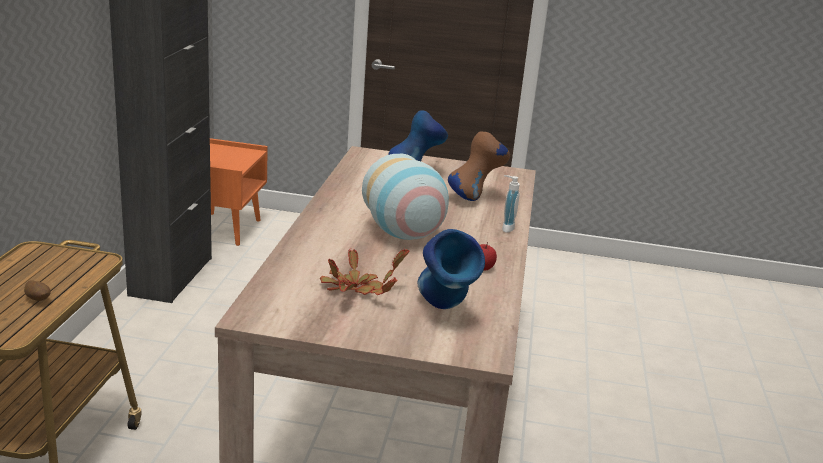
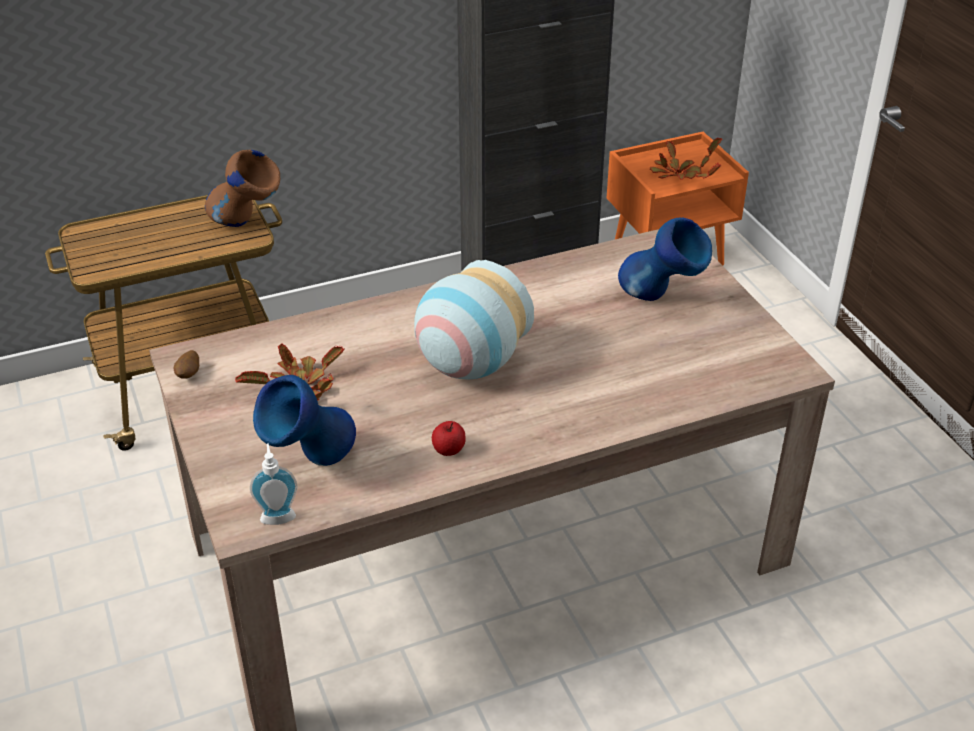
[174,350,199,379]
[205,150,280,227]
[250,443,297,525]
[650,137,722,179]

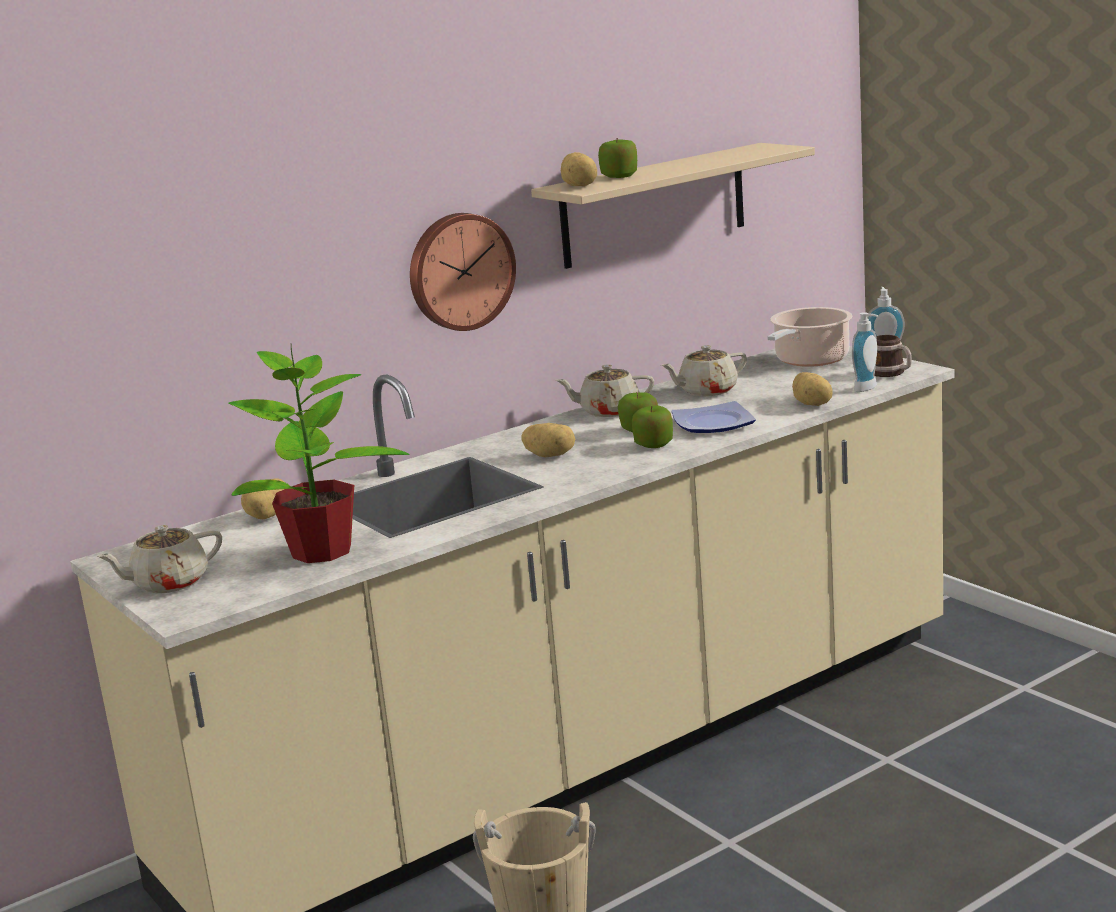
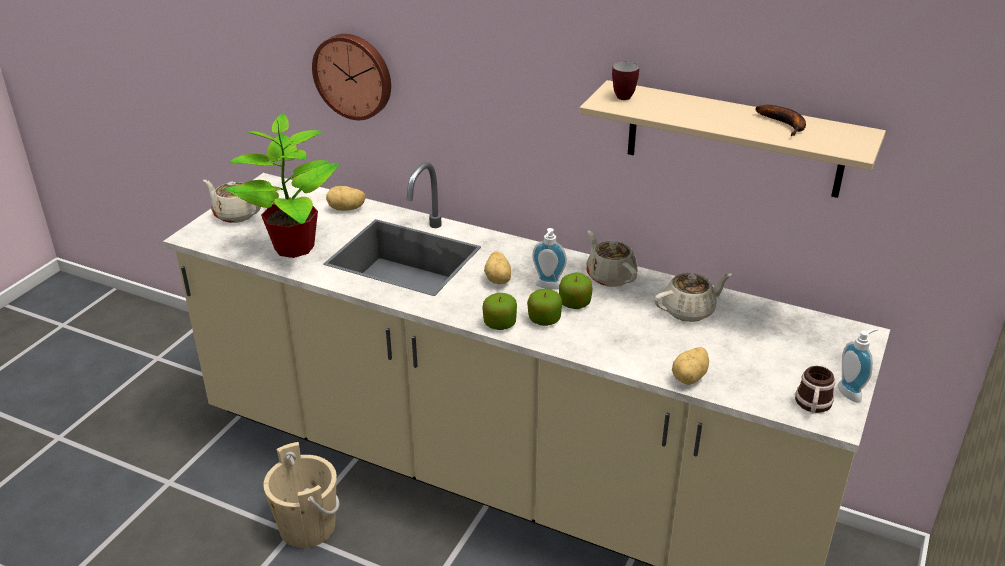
[312,34,391,120]
[482,293,517,330]
[532,228,567,290]
[612,62,639,100]
[654,273,732,322]
[755,105,806,136]
[672,401,756,433] (first image)
[767,307,852,367] (first image)

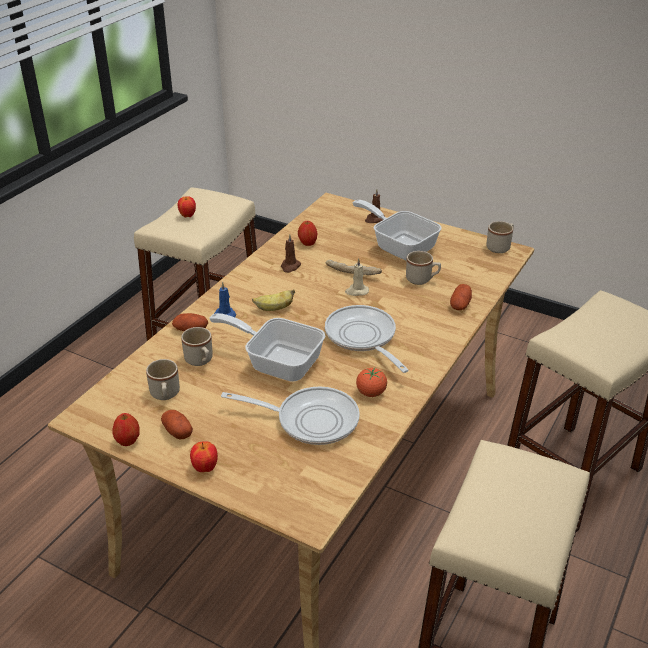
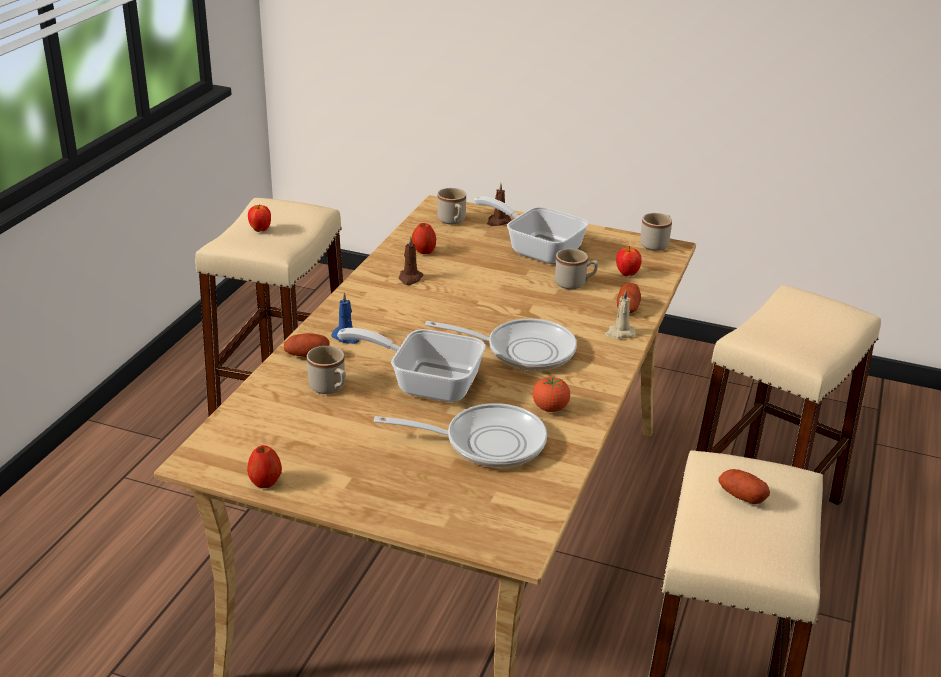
[425,319,577,371]
[437,188,466,224]
[605,290,636,338]
[616,246,642,276]
[718,469,770,504]
[252,290,295,311] (first image)
[326,260,382,275] (first image)

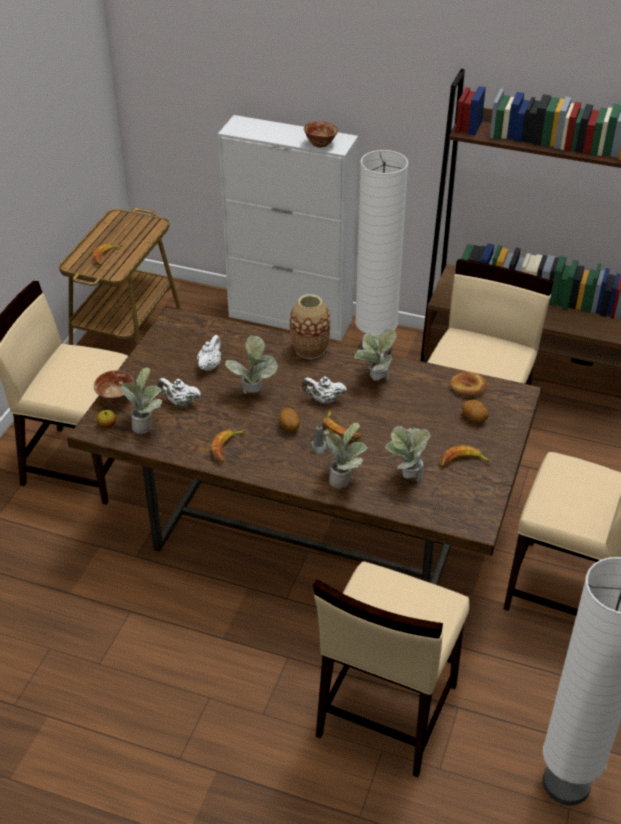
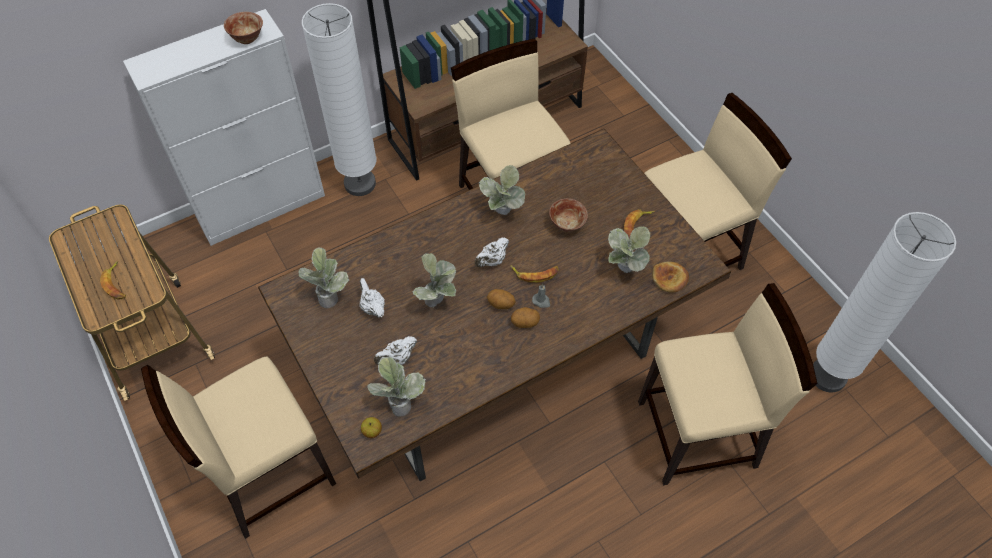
[298,247,349,308]
[511,307,540,328]
[549,198,588,232]
[638,283,817,485]
[652,262,689,293]
[212,430,246,462] (first image)
[290,294,330,359] (first image)

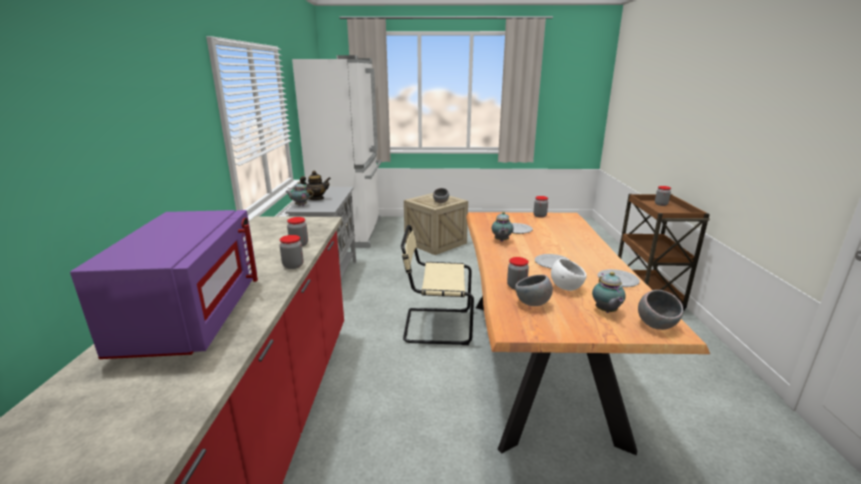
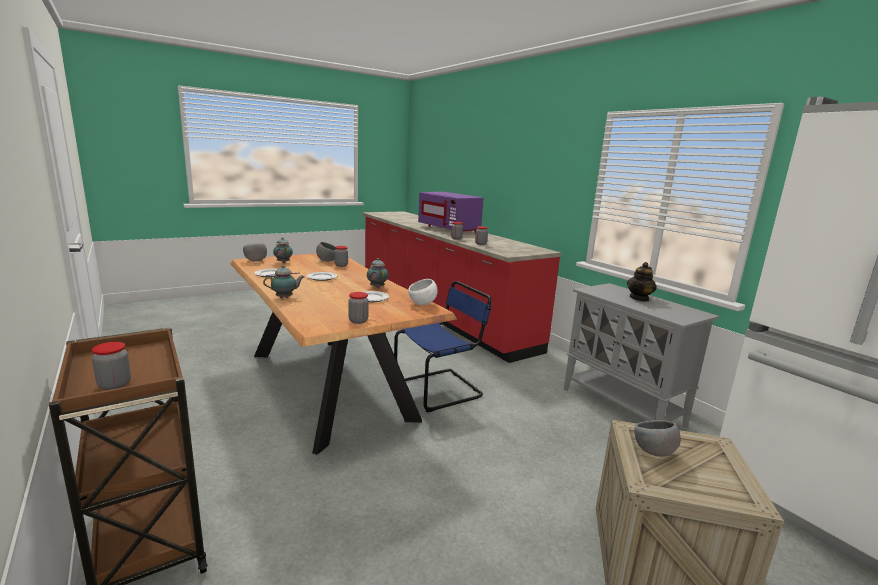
[263,265,304,298]
[394,281,491,413]
[408,279,438,305]

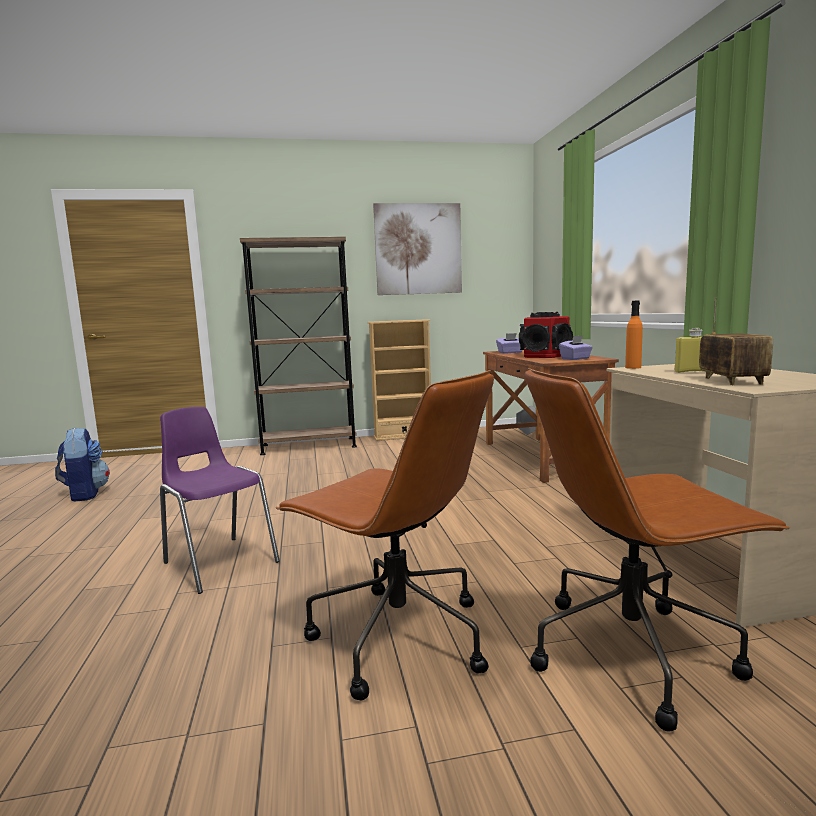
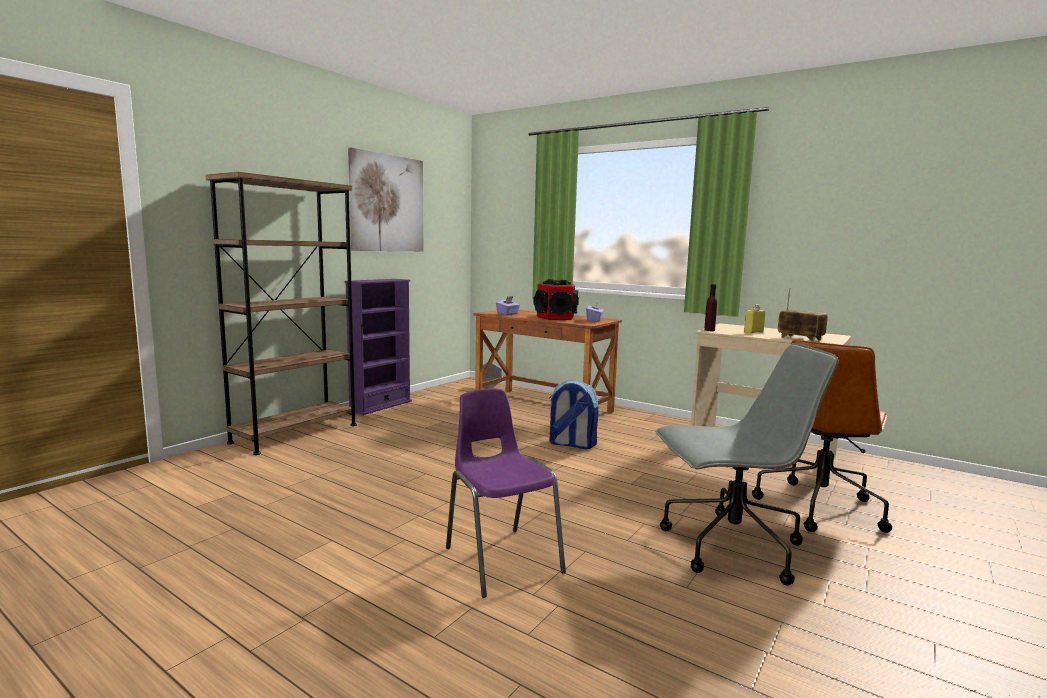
[344,279,412,415]
[446,389,566,598]
[549,380,599,449]
[655,343,839,586]
[704,284,717,331]

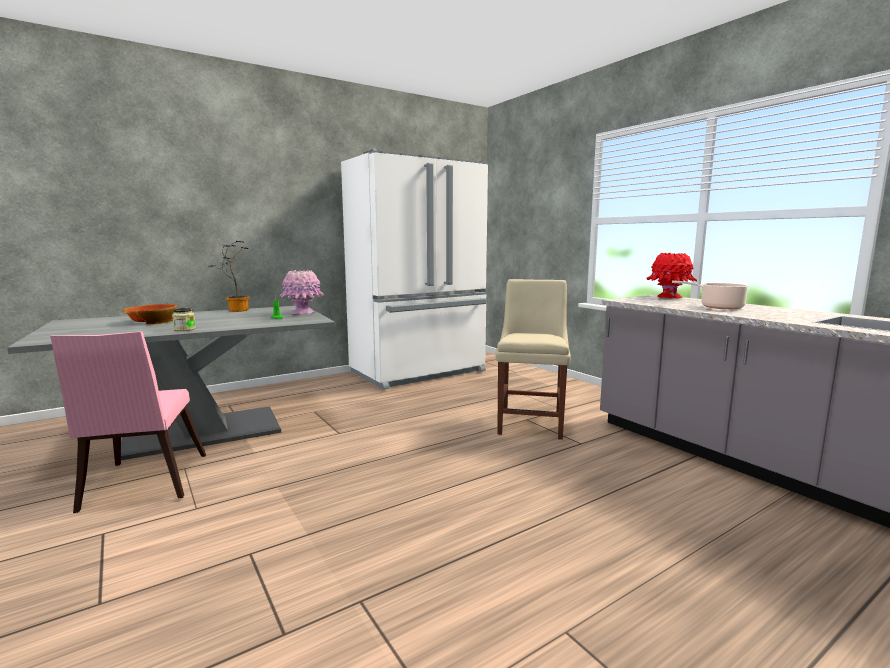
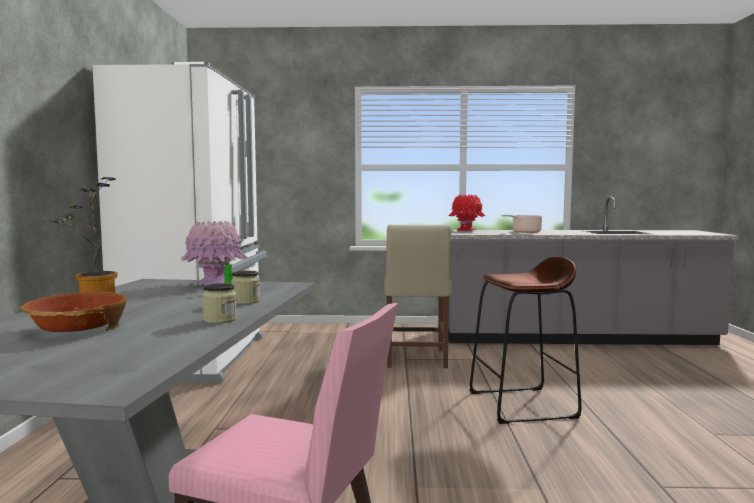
[231,271,260,304]
[384,225,451,368]
[470,257,582,424]

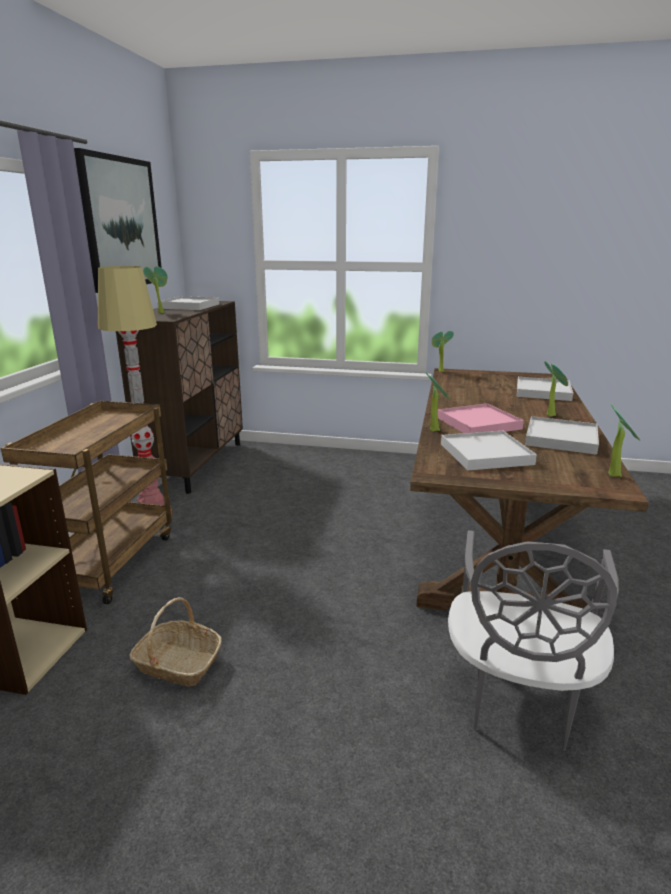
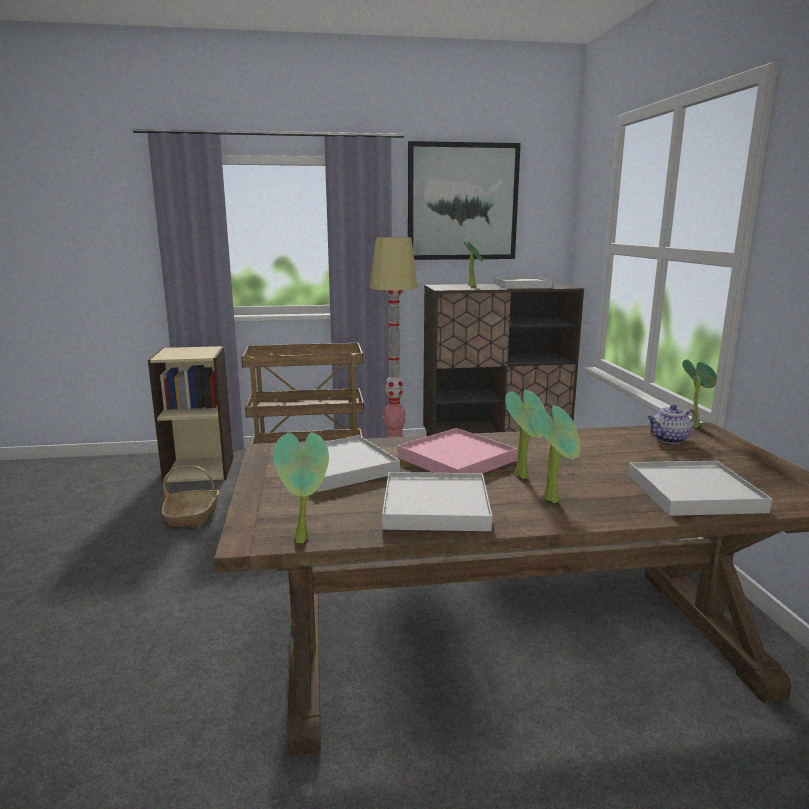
[505,389,545,479]
[648,405,697,444]
[448,530,619,751] (first image)

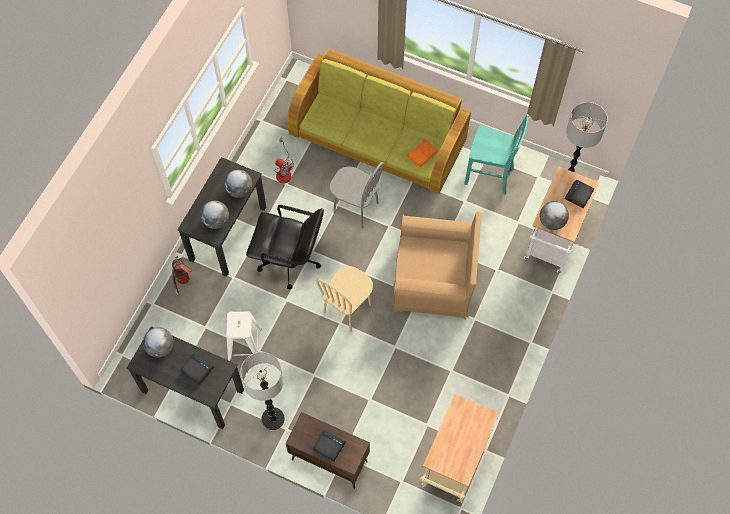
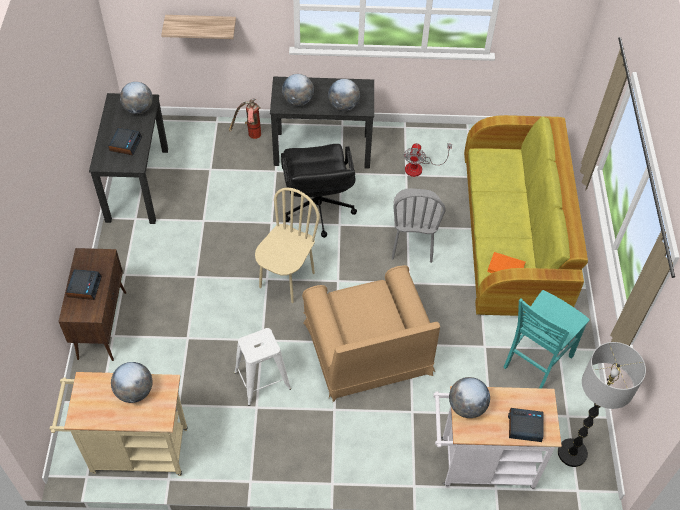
[111,362,153,403]
[161,15,236,39]
[234,328,291,406]
[255,188,320,303]
[504,290,590,388]
[240,352,285,430] (first image)

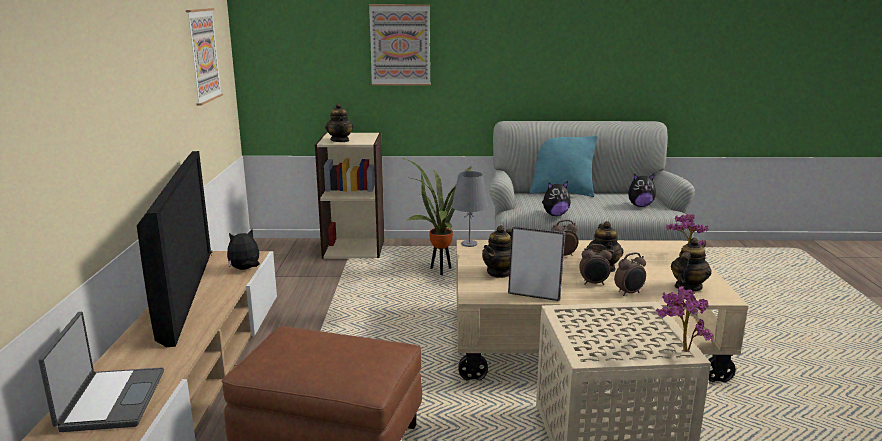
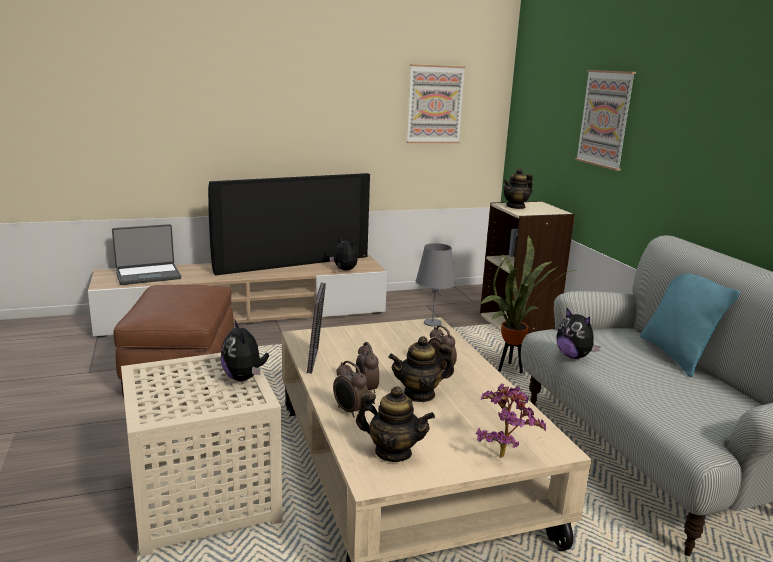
[221,319,269,381]
[482,226,512,278] (first image)
[656,286,714,352] (first image)

